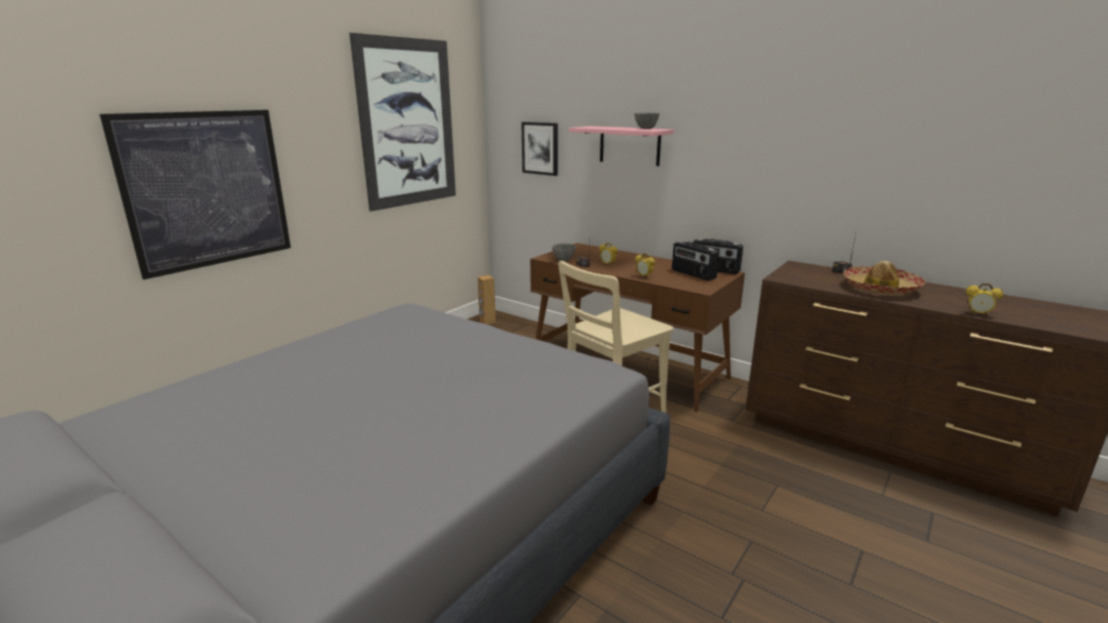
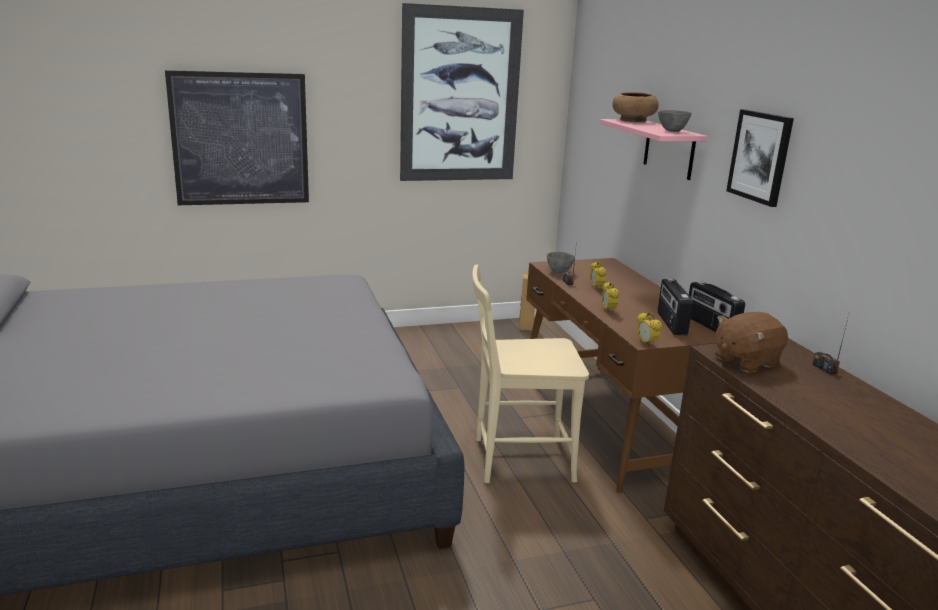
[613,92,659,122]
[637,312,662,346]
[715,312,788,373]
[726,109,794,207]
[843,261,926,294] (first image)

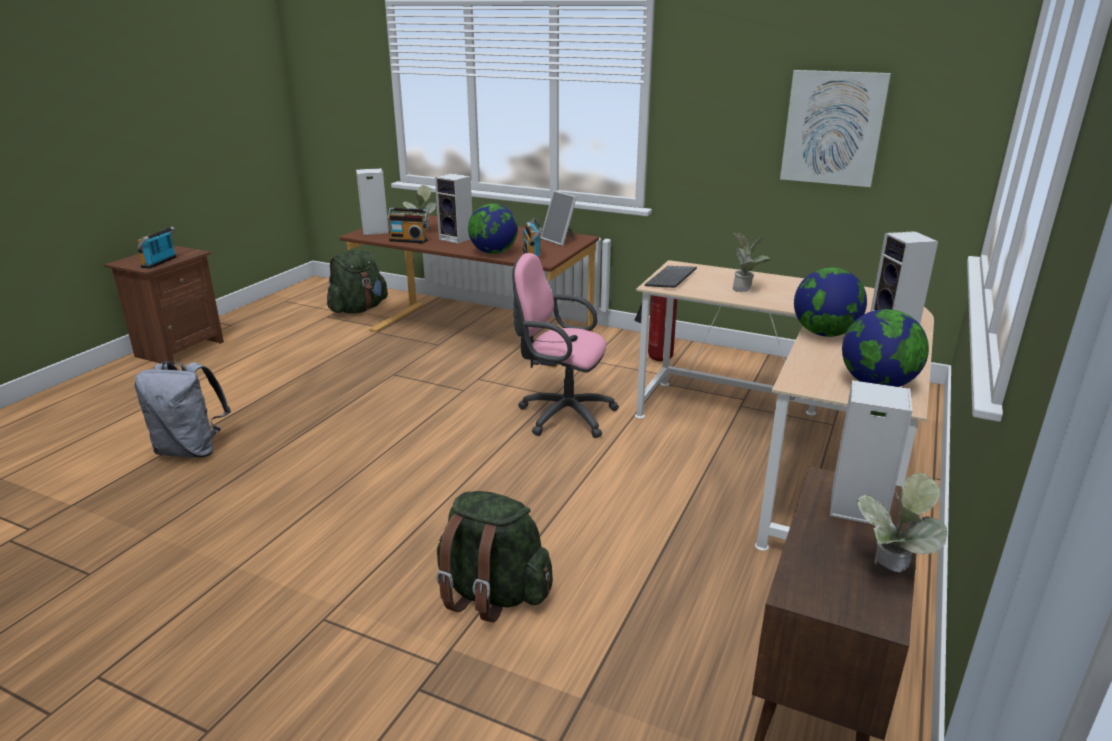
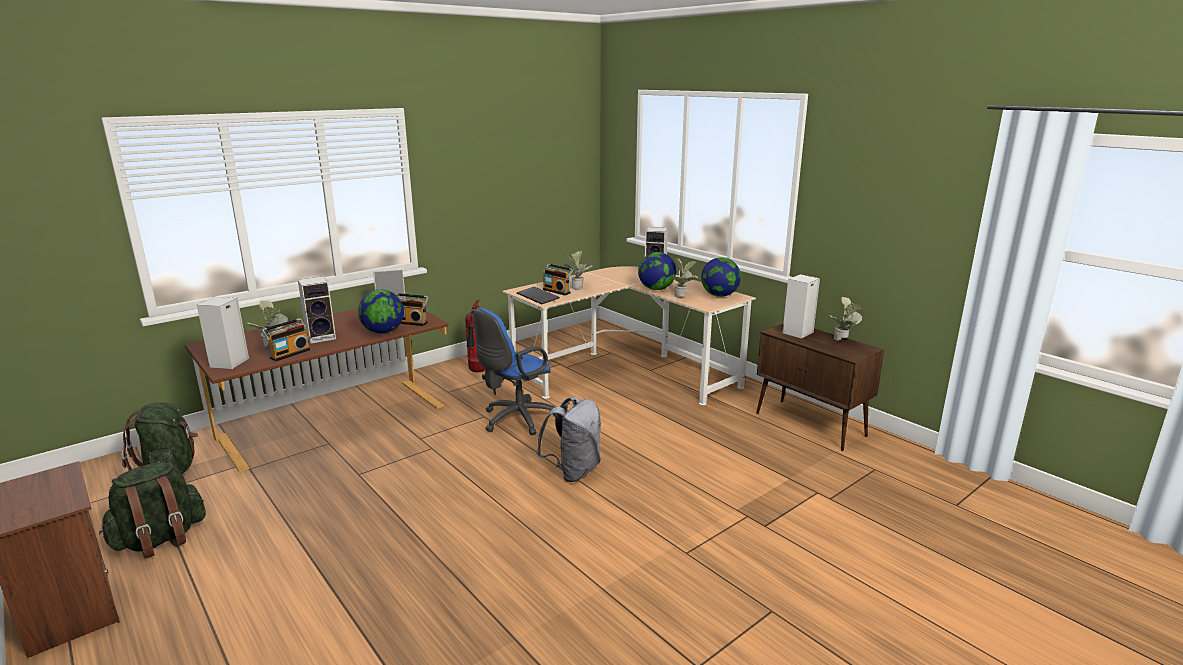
[99,462,206,559]
[473,308,556,435]
[536,397,601,482]
[543,263,573,295]
[673,258,698,297]
[780,70,891,187] (first image)

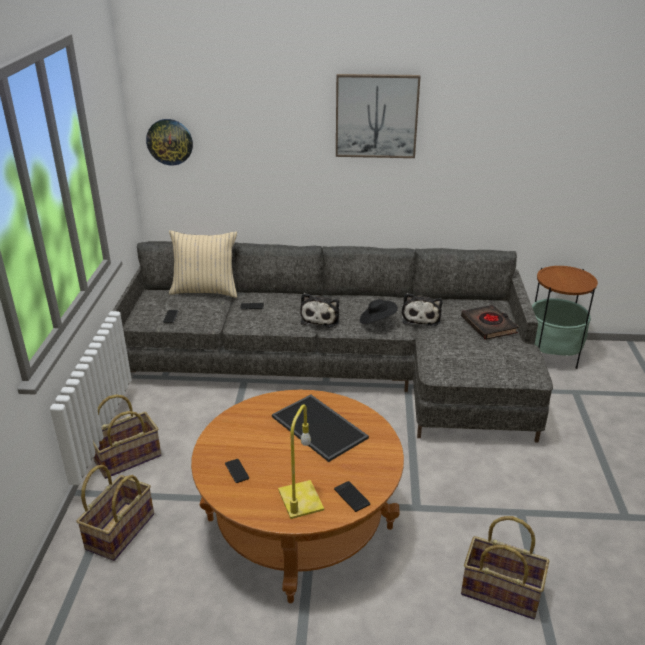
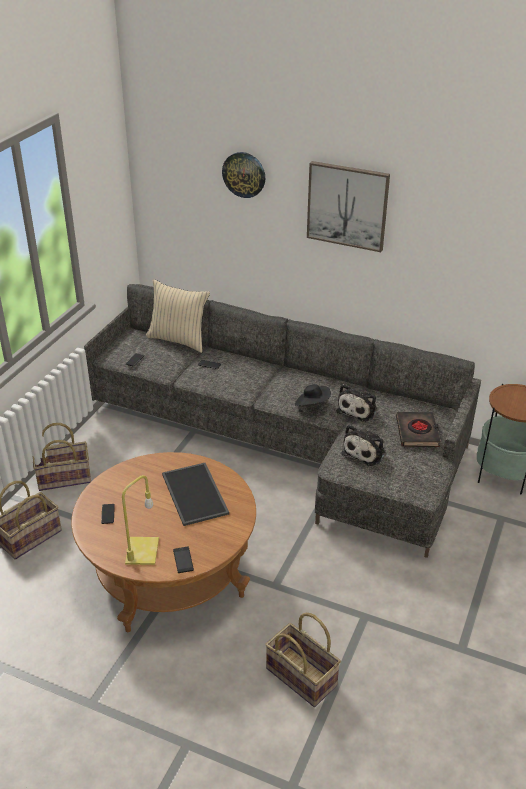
[222,152,265,198]
[341,425,386,466]

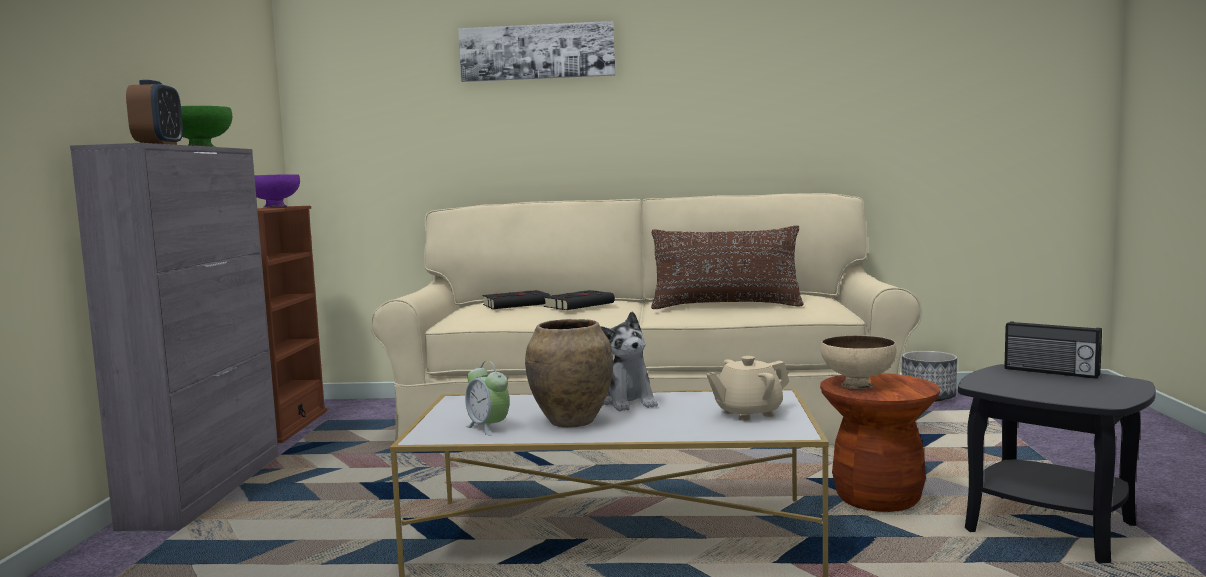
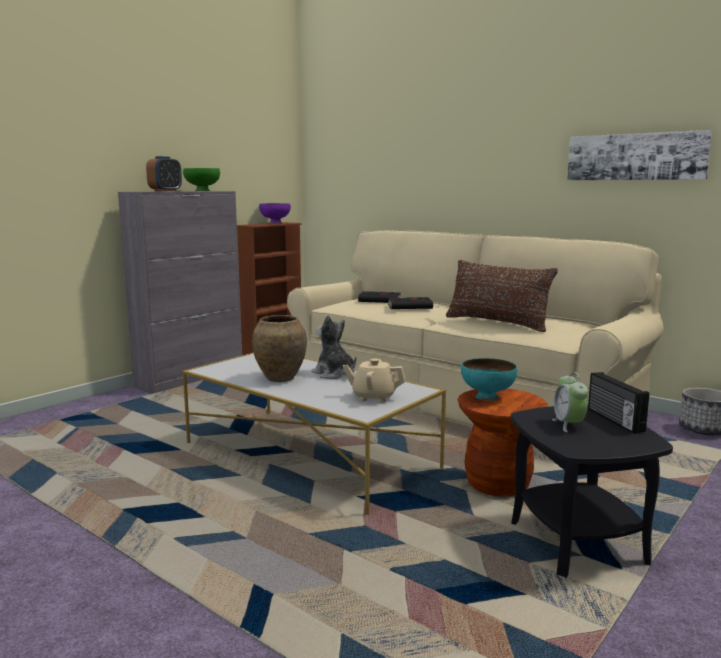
[312,315,356,379]
[461,358,517,401]
[552,372,588,432]
[567,130,713,180]

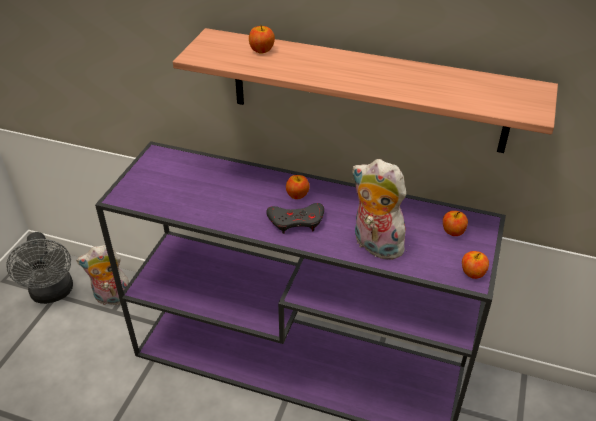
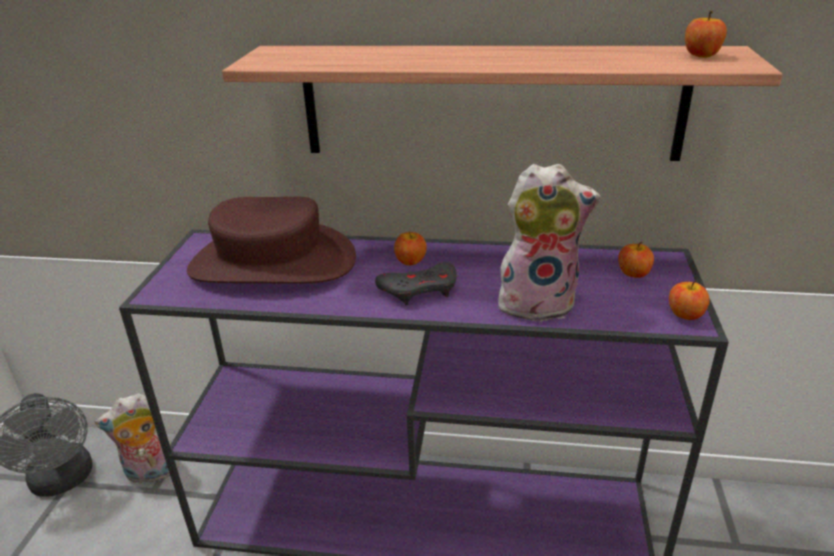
[187,197,356,284]
[496,164,601,322]
[685,11,727,58]

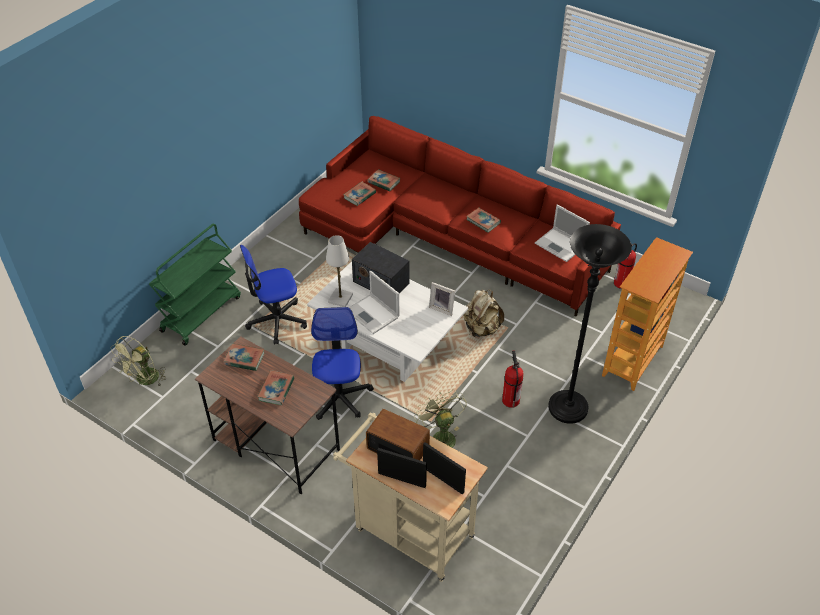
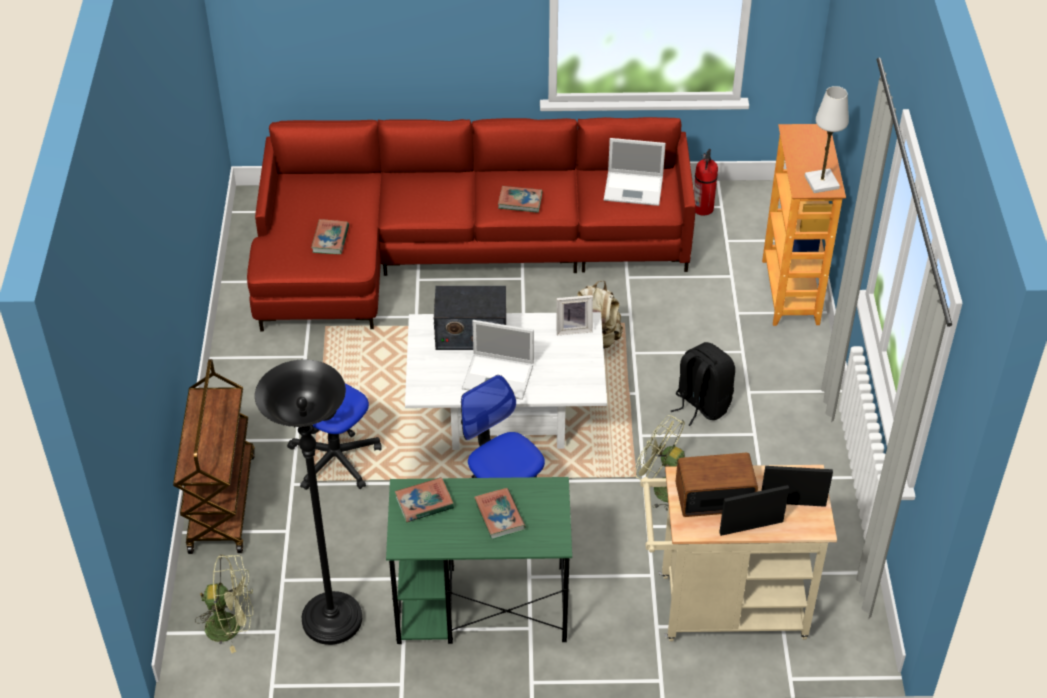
[173,359,255,554]
[195,554,253,653]
[255,359,362,645]
[386,477,572,644]
[671,342,735,426]
[805,86,849,193]
[367,169,400,191] (first image)

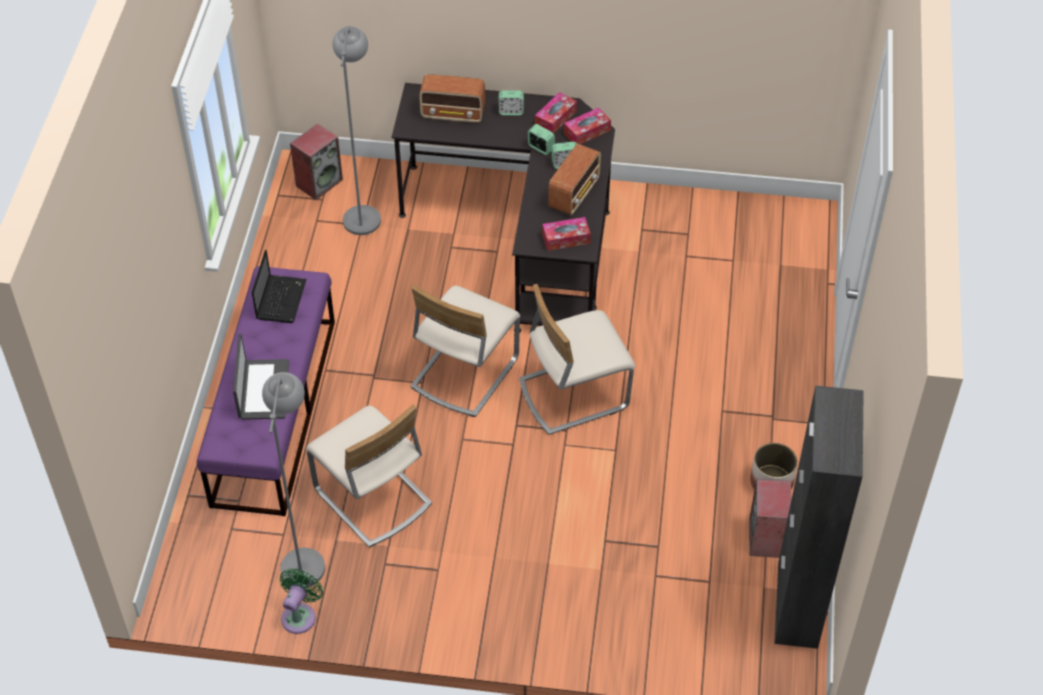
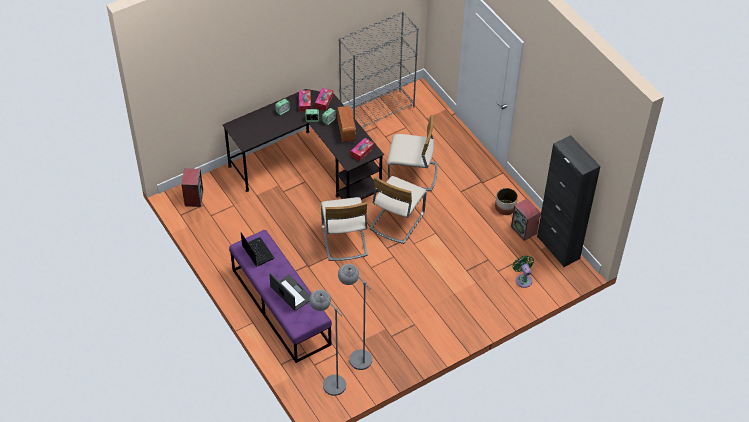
[309,290,346,396]
[339,11,419,128]
[387,115,438,191]
[513,255,534,288]
[419,74,485,123] (first image)

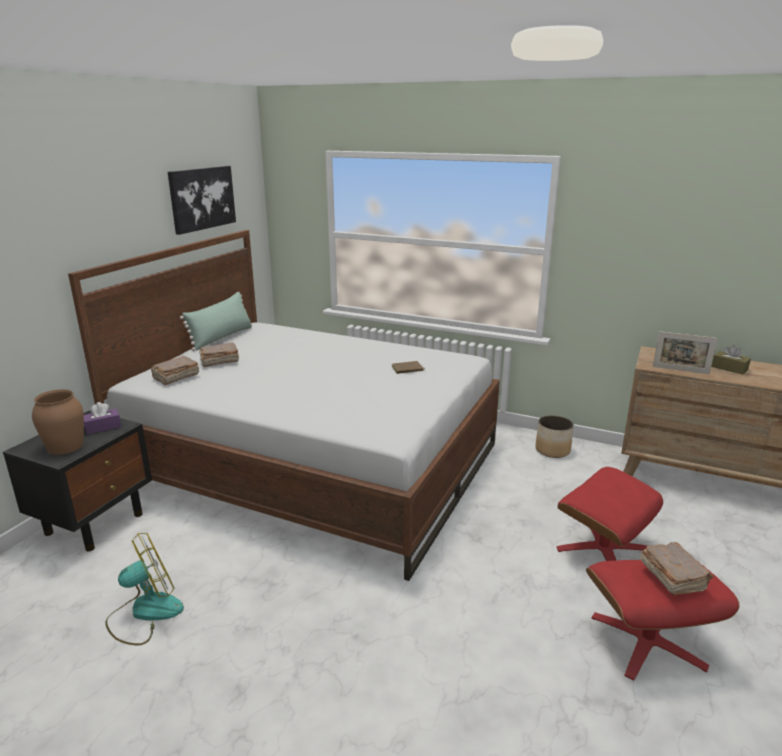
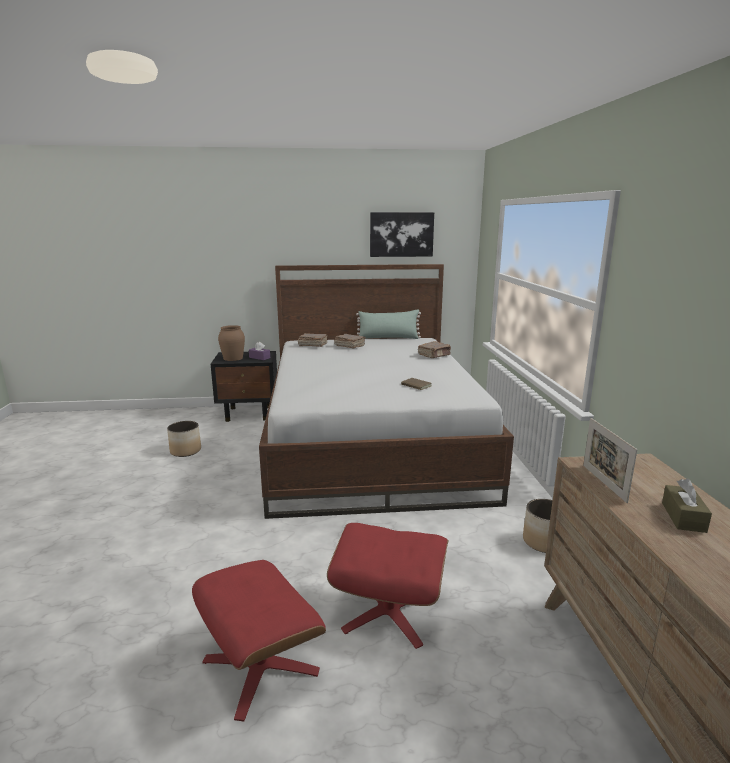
[167,421,201,457]
[418,341,451,358]

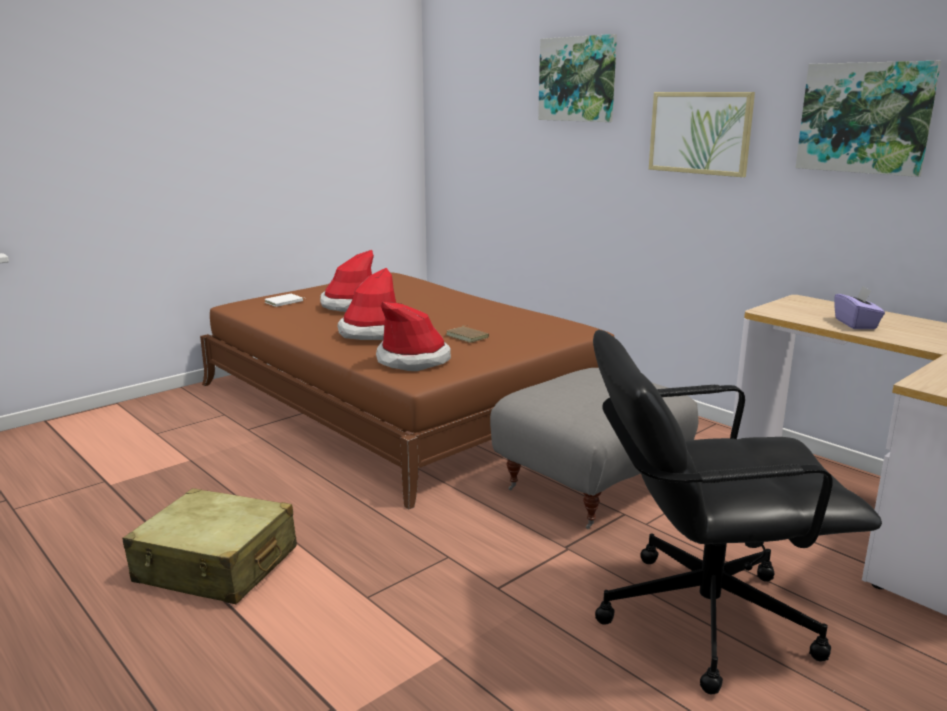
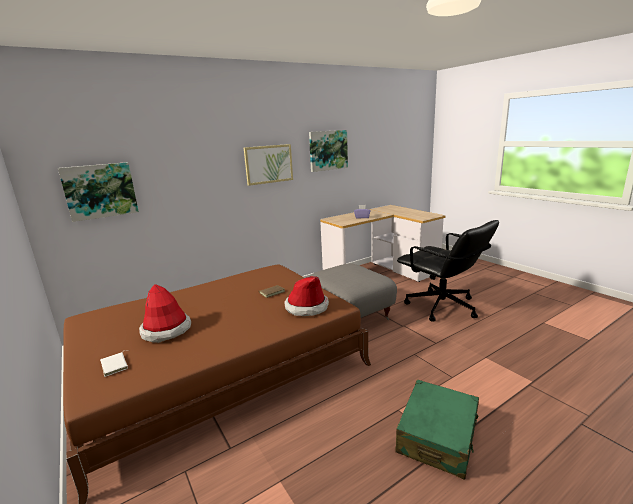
[58,162,139,222]
[395,380,479,479]
[397,220,499,321]
[337,268,396,340] (first image)

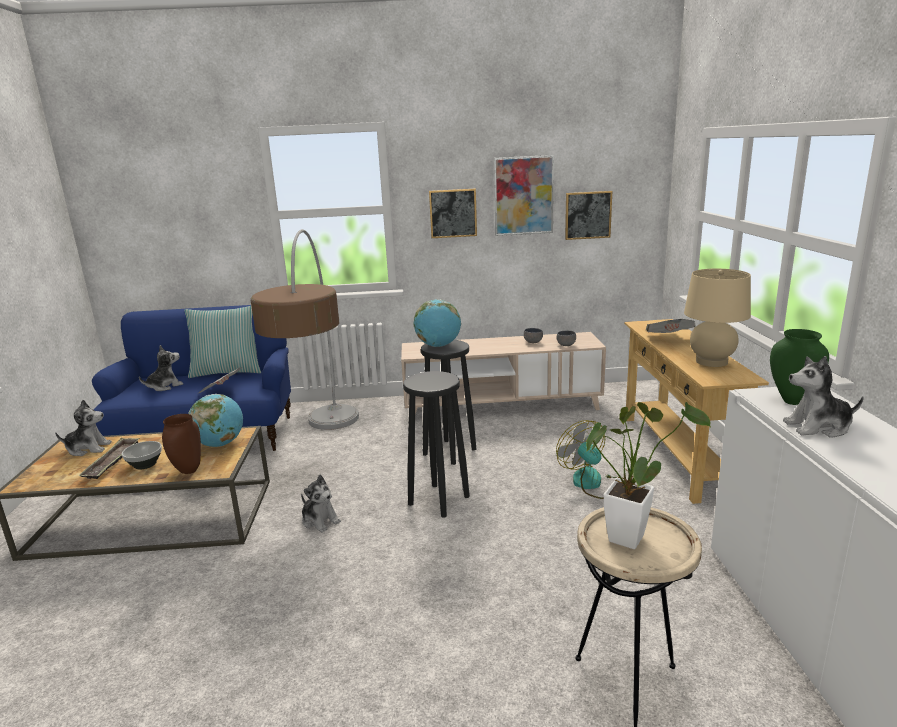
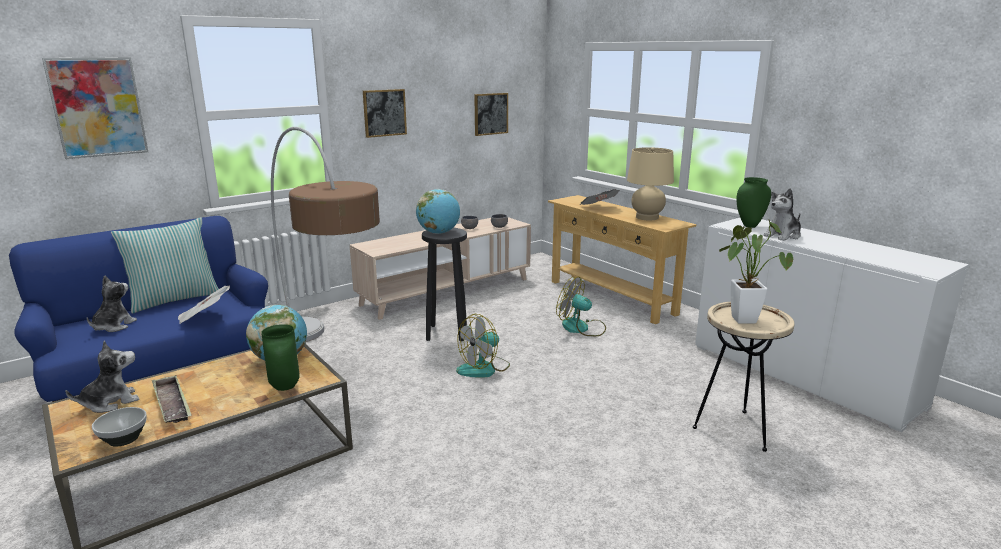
[42,57,148,159]
[92,407,147,447]
[261,324,300,391]
[456,314,510,378]
[301,475,341,533] (first image)

